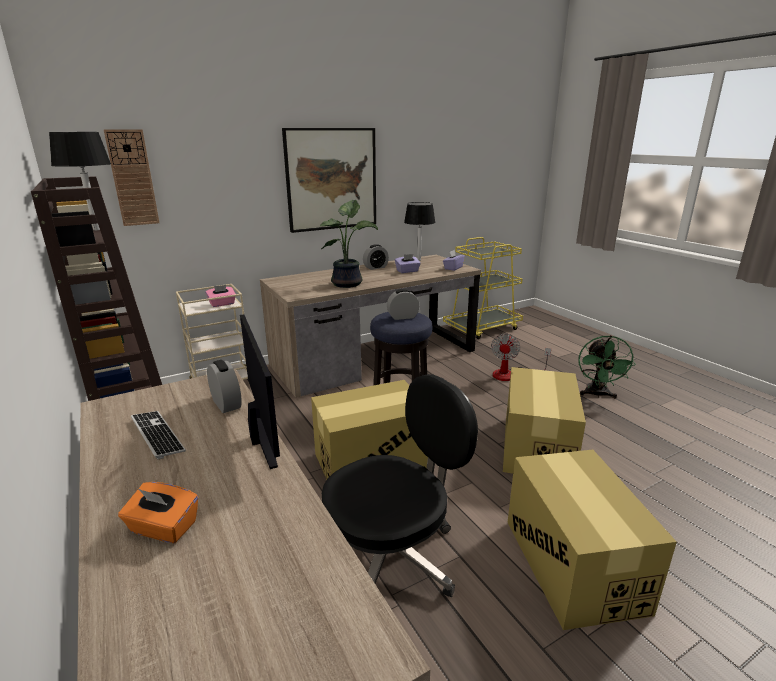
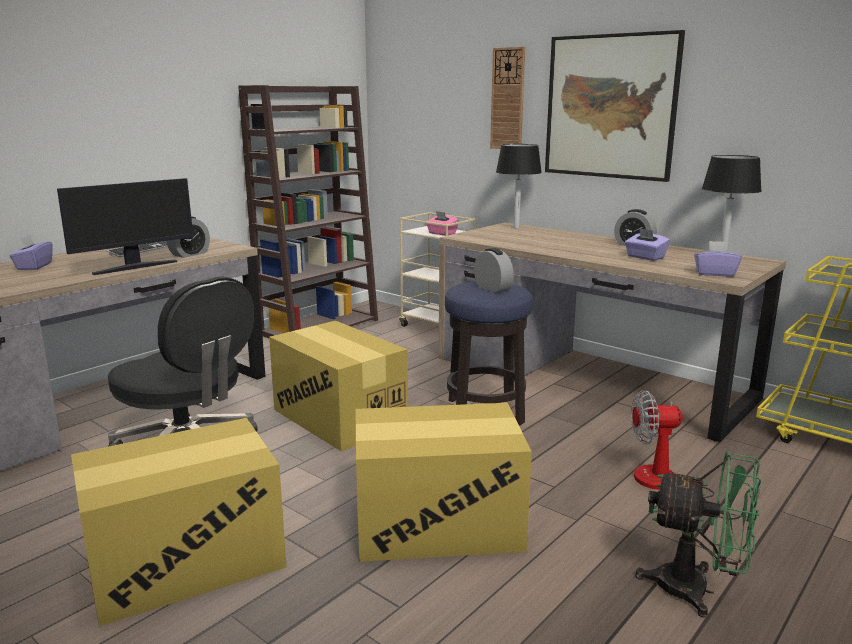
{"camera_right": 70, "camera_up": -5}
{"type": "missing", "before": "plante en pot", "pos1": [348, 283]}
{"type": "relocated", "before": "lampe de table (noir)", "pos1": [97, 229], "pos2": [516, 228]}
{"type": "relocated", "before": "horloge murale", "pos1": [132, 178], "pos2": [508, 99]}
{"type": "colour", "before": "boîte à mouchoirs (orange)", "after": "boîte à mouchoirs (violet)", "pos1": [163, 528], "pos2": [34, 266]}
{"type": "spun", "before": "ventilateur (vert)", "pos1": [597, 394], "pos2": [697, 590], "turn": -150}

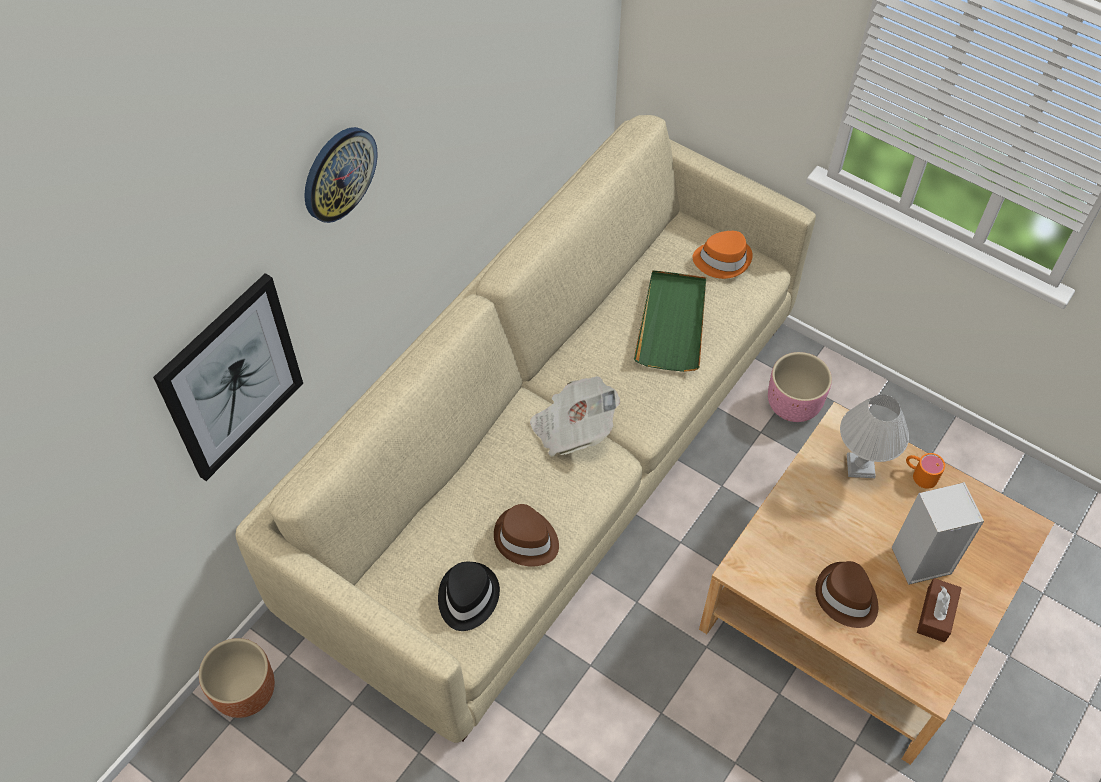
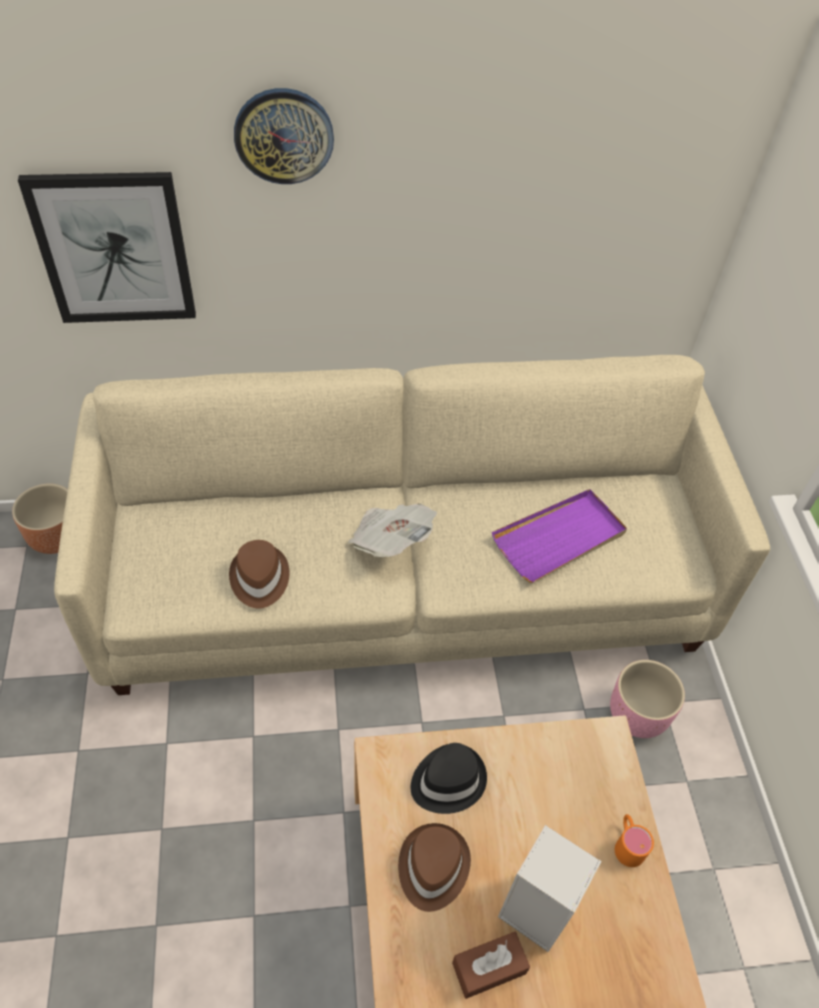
{"camera_right": 45, "camera_up": -5}
{"type": "missing", "before": "chapeau (orange)", "pos1": [722, 259]}
{"type": "missing", "before": "lampe de table (blanc)", "pos1": [859, 466]}
{"type": "relocated", "before": "chapeau (noir)", "pos1": [467, 597], "pos2": [447, 780]}
{"type": "colour", "before": "plateau (vert)", "after": "plateau (violet)", "pos1": [672, 323], "pos2": [559, 538]}

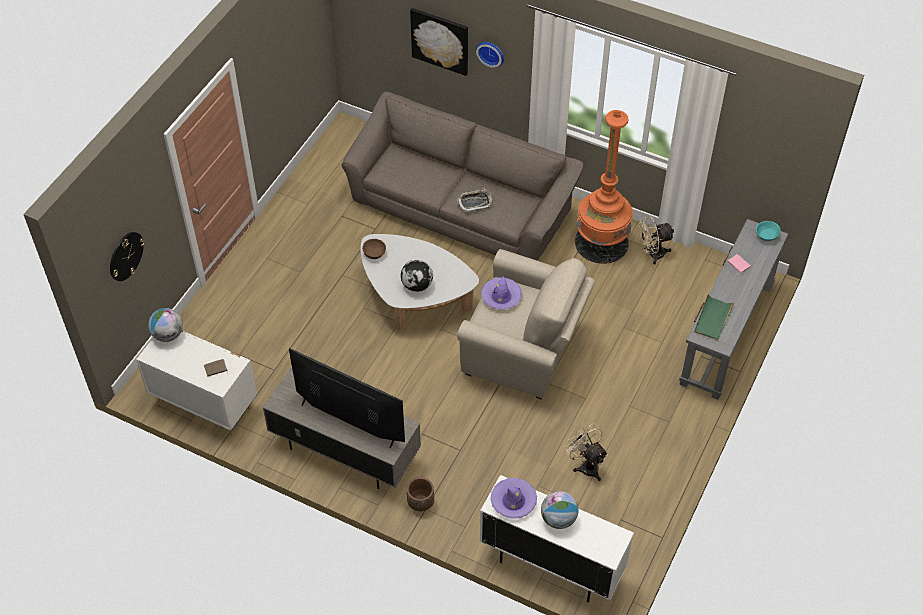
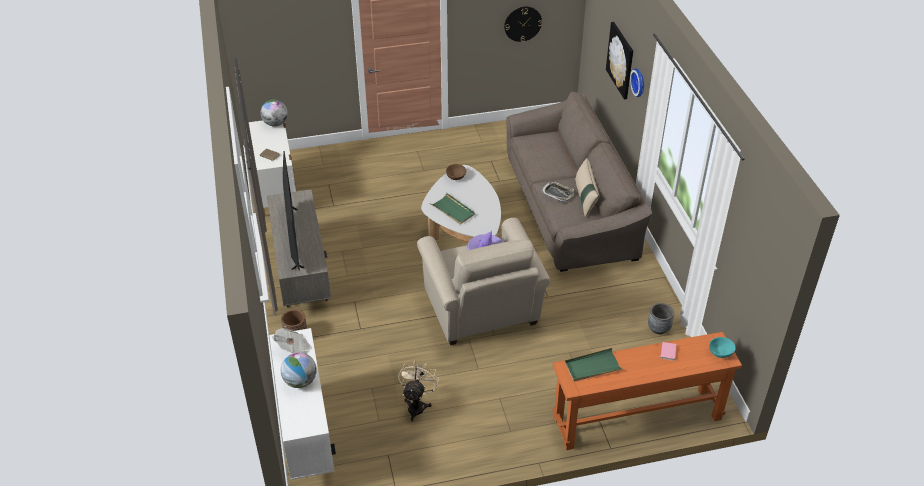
{"camera_right": 50, "camera_up": -10}
{"type": "missing", "before": "lampadaire (orange)", "pos1": [601, 242]}
{"type": "appeared", "after": "coussin (beige)", "pos2": [585, 198]}
{"type": "relocated", "before": "horloge murale", "pos1": [125, 256], "pos2": [522, 23]}
{"type": "exchanged", "before": "globe", "after": "plateau (vert)", "pos1": [417, 285], "pos2": [453, 210]}
{"type": "exchanged", "before": "chapeau (violet)", "after": "journal", "pos1": [513, 501], "pos2": [293, 348]}
{"type": "exchanged", "before": "ventilateur (beige)", "after": "cache-pot (gris)", "pos1": [652, 254], "pos2": [659, 328]}
{"type": "colour", "before": "table console (gris)", "after": "table console (orange)", "pos1": [726, 334], "pos2": [637, 418]}

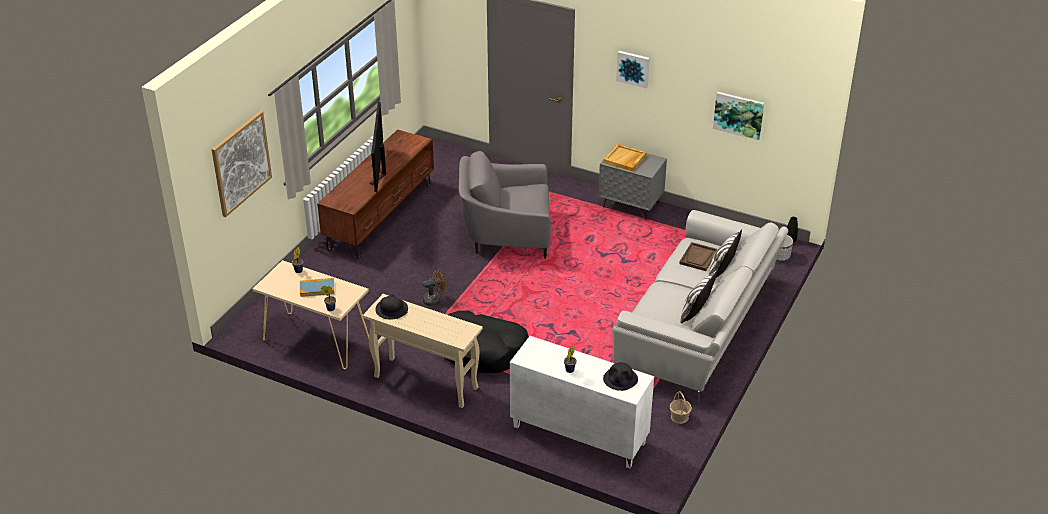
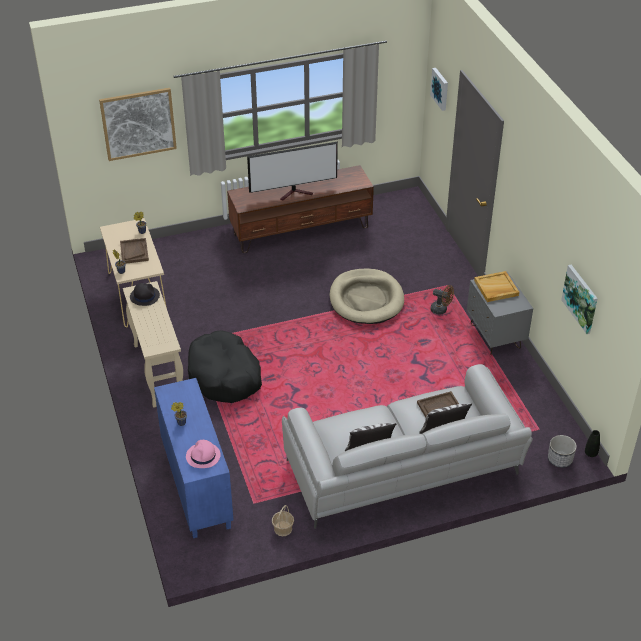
{"camera_right": 45, "camera_up": 5}
{"type": "relocated", "before": "ventilateur (marron)", "pos1": [434, 299], "pos2": [441, 310]}
{"type": "relocated", "before": "tableau", "pos1": [633, 68], "pos2": [440, 88]}
{"type": "exchanged", "before": "livre", "after": "plateau (marron)", "pos1": [317, 288], "pos2": [134, 252]}
{"type": "exchanged", "before": "fauteuil (gris)", "after": "panier pour chien (beige)", "pos1": [506, 235], "pos2": [366, 299]}
{"type": "colour", "before": "meuble de rangement (blanc)", "after": "meuble de rangement (bleu)", "pos1": [578, 435], "pos2": [196, 485]}
{"type": "colour", "before": "chapeau (noir)", "after": "chapeau (rose)", "pos1": [620, 379], "pos2": [203, 456]}
{"type": "spun", "before": "téléviseur", "pos1": [379, 175], "pos2": [296, 193], "turn": -150}

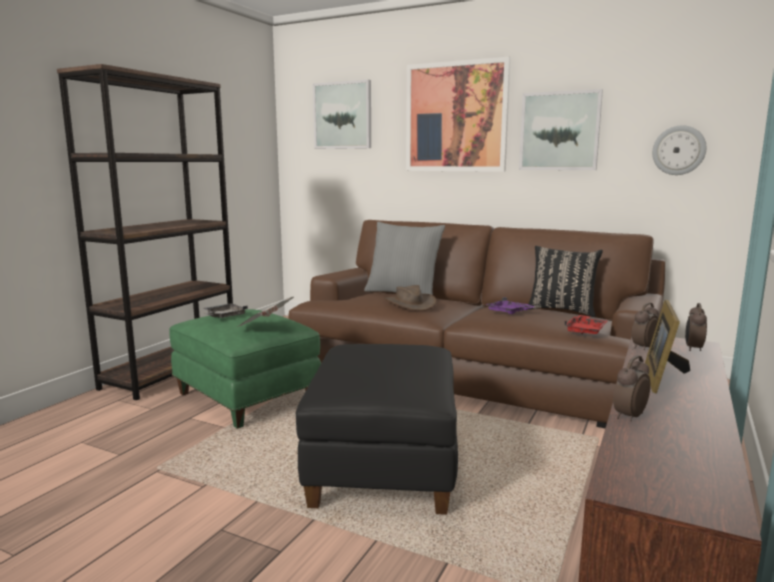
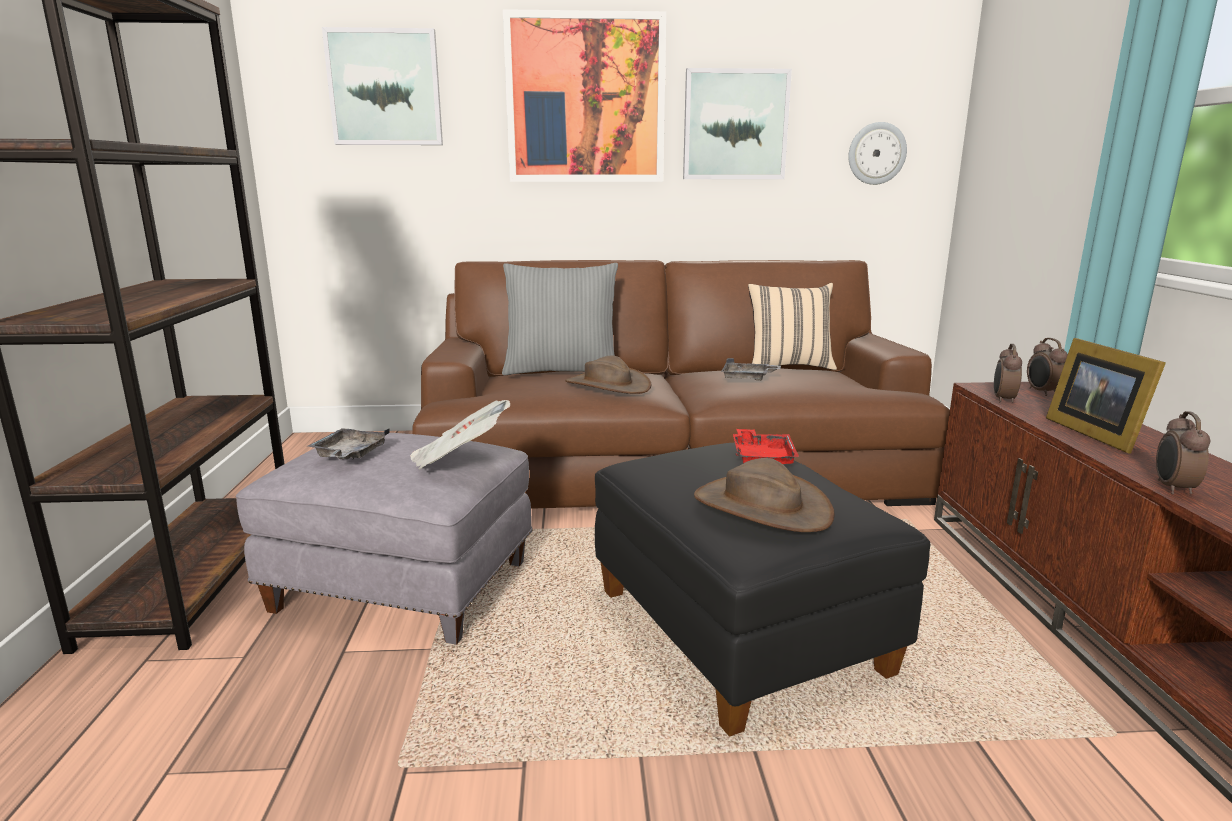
{"camera_right": -30, "camera_up": 5}
{"type": "appeared", "after": "chapeau (marron)", "pos2": [761, 506]}
{"type": "relocated", "before": "plateau (rouge)", "pos1": [585, 331], "pos2": [762, 457]}
{"type": "colour", "before": "pouf (vert)", "after": "pouf (gris)", "pos1": [248, 397], "pos2": [405, 585]}
{"type": "colour", "before": "plateau (violet)", "after": "plateau (gris)", "pos1": [508, 312], "pos2": [747, 378]}
{"type": "colour", "before": "coussin (noir)", "after": "coussin (beige)", "pos1": [562, 310], "pos2": [788, 366]}

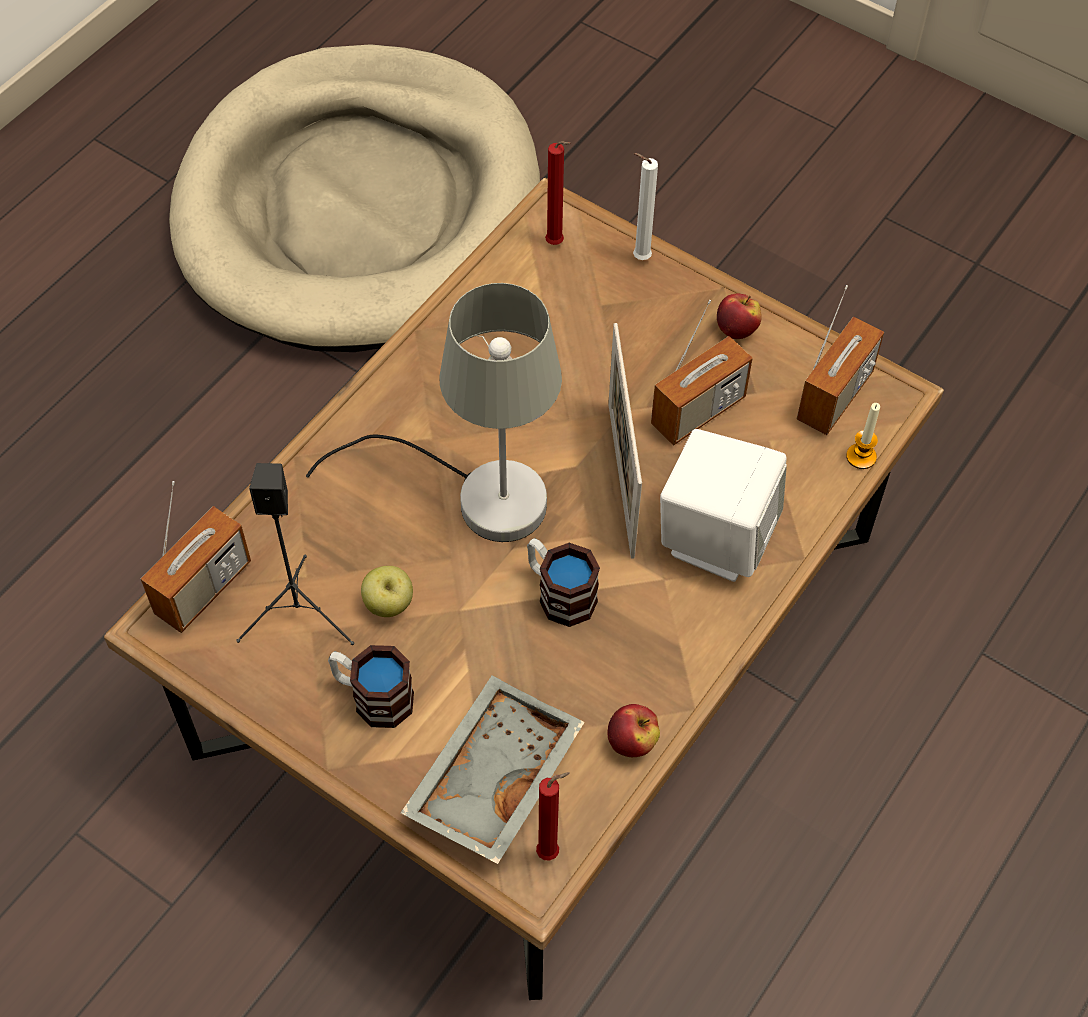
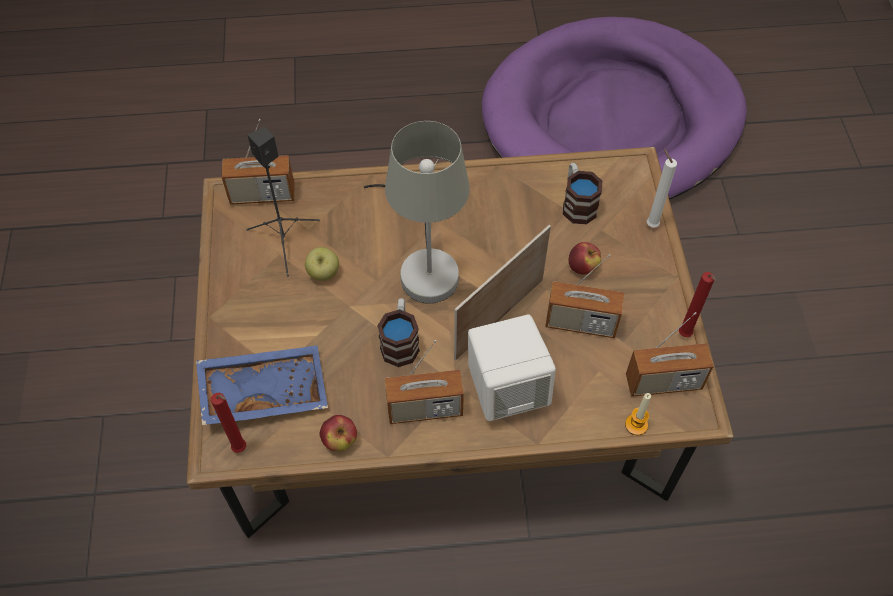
{"camera_right": 50, "camera_up": 0}
{"type": "appeared", "after": "radio", "pos2": [425, 409]}
{"type": "relocated", "before": "mug", "pos1": [372, 696], "pos2": [576, 204]}
{"type": "relocated", "before": "bougie (rouge)", "pos1": [557, 244], "pos2": [685, 336]}
{"type": "relocated", "before": "pomme", "pos1": [736, 329], "pos2": [583, 267]}
{"type": "colour", "before": "panier pour chien (beige)", "after": "panier pour chien (violet)", "pos1": [360, 208], "pos2": [611, 119]}
{"type": "colour", "before": "plateau (gris)", "after": "plateau (bleu)", "pos1": [491, 776], "pos2": [264, 390]}

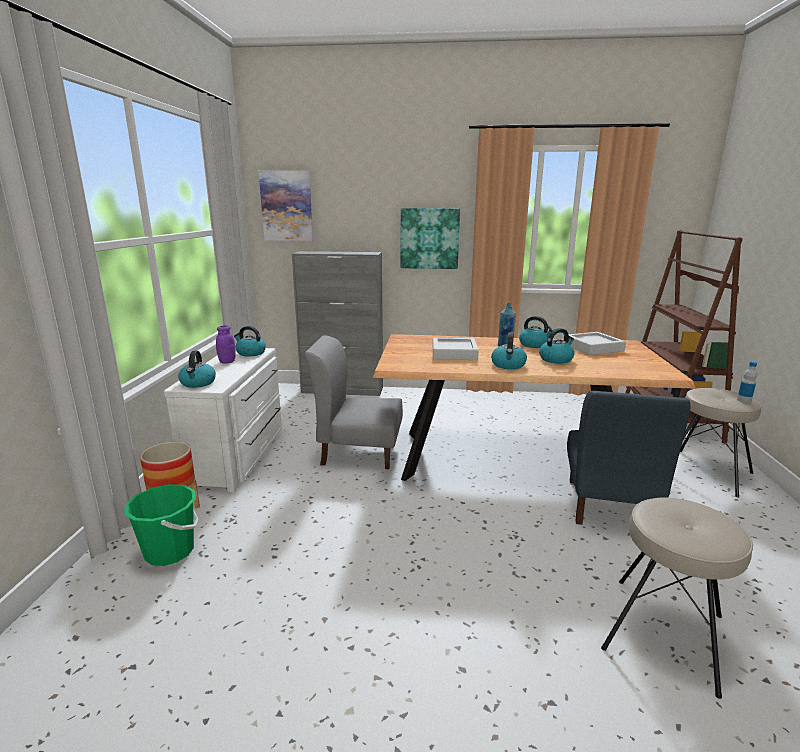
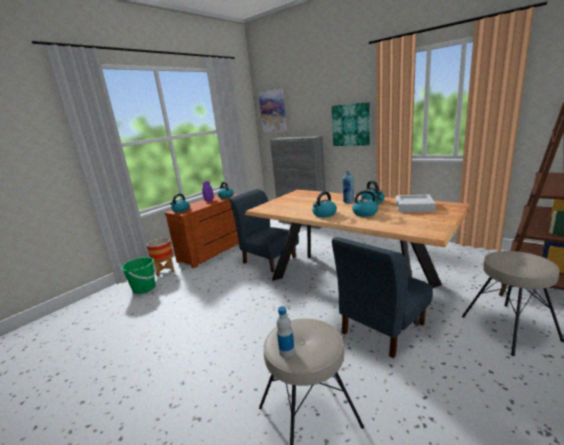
{"camera_right": 35, "camera_up": 0}
{"type": "missing", "before": "plateau (gris)", "pos1": [454, 353]}
{"type": "relocated", "before": "bouteille", "pos1": [744, 400], "pos2": [287, 352]}
{"type": "colour", "before": "commode (blanc)", "after": "commode (marron)", "pos1": [240, 455], "pos2": [215, 251]}
{"type": "colour", "before": "chaise (gris)", "after": "chaise (bleu)", "pos1": [359, 452], "pos2": [269, 259]}

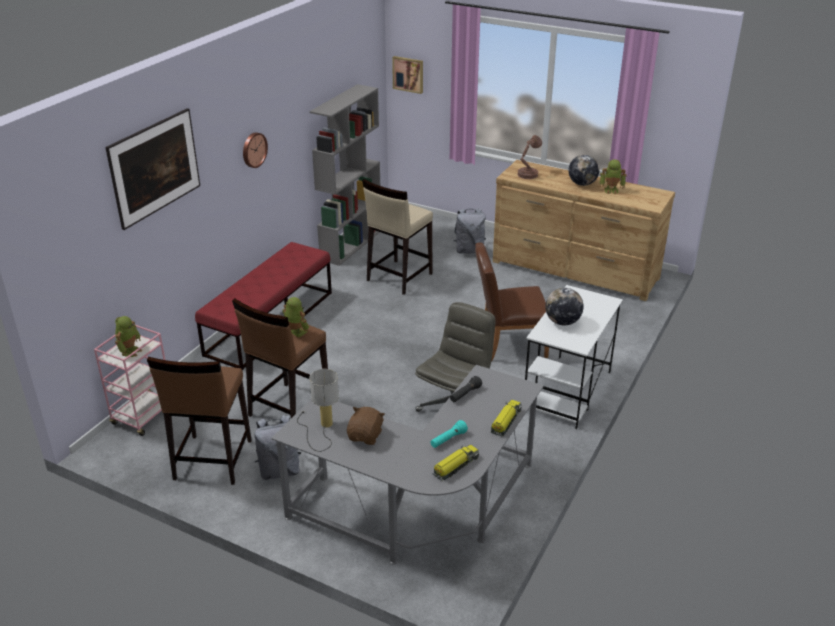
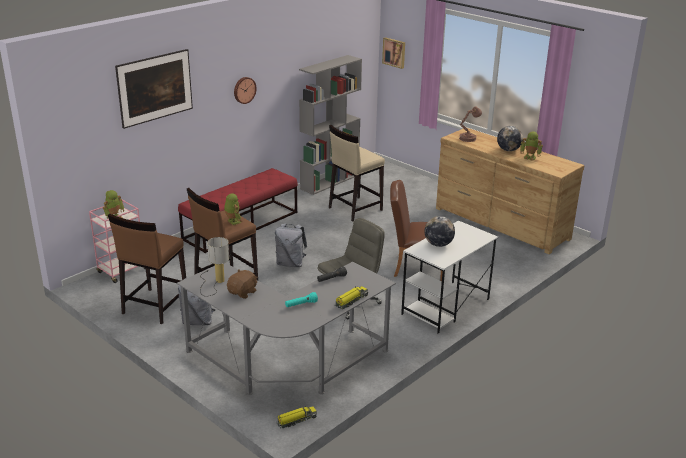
{"camera_right": 15, "camera_up": -5}
{"type": "relocated", "before": "camion jouet", "pos1": [455, 466], "pos2": [296, 420]}
{"type": "relocated", "before": "sac à dos (gris)", "pos1": [469, 250], "pos2": [290, 263]}

